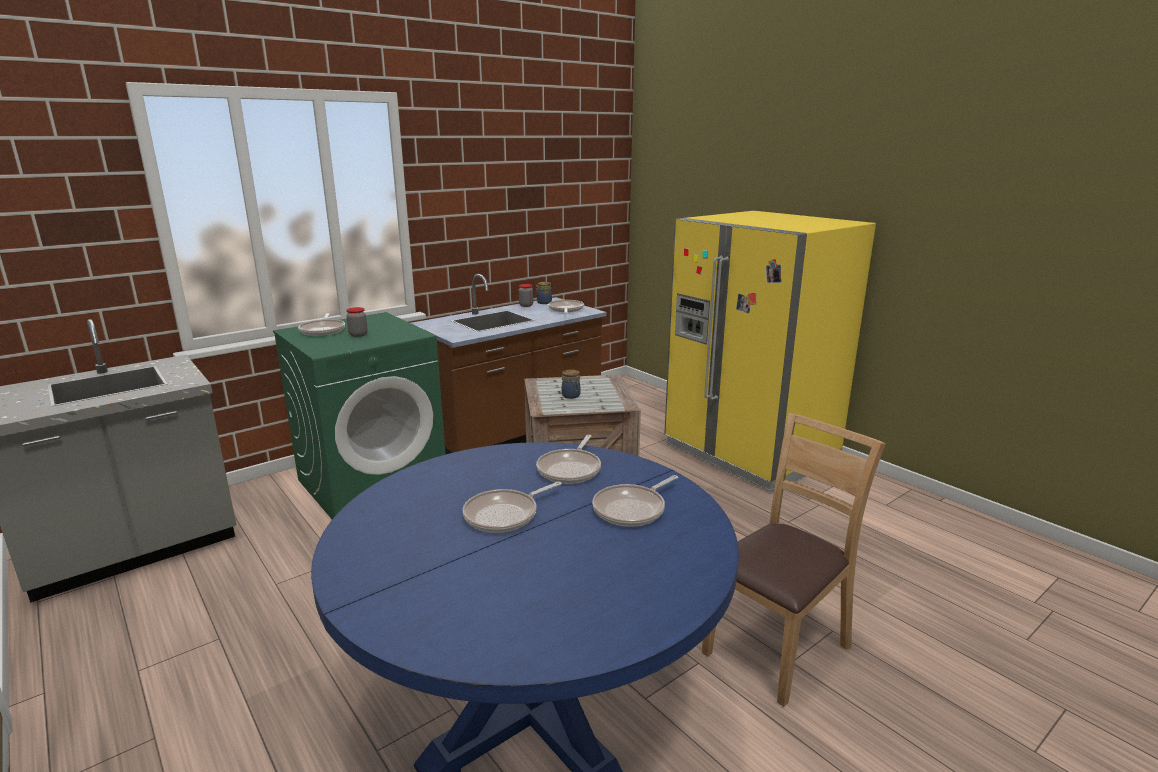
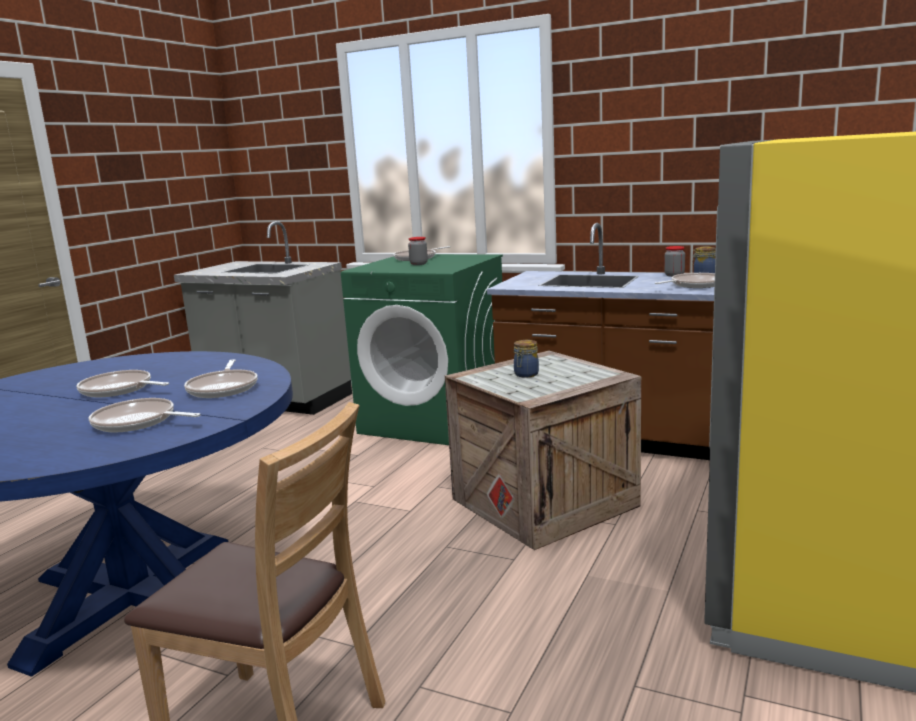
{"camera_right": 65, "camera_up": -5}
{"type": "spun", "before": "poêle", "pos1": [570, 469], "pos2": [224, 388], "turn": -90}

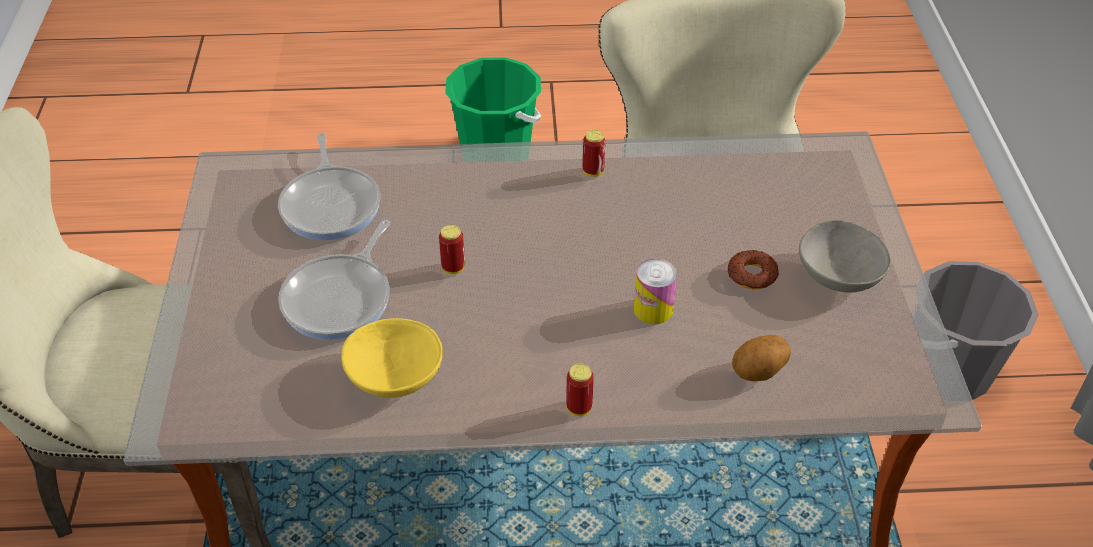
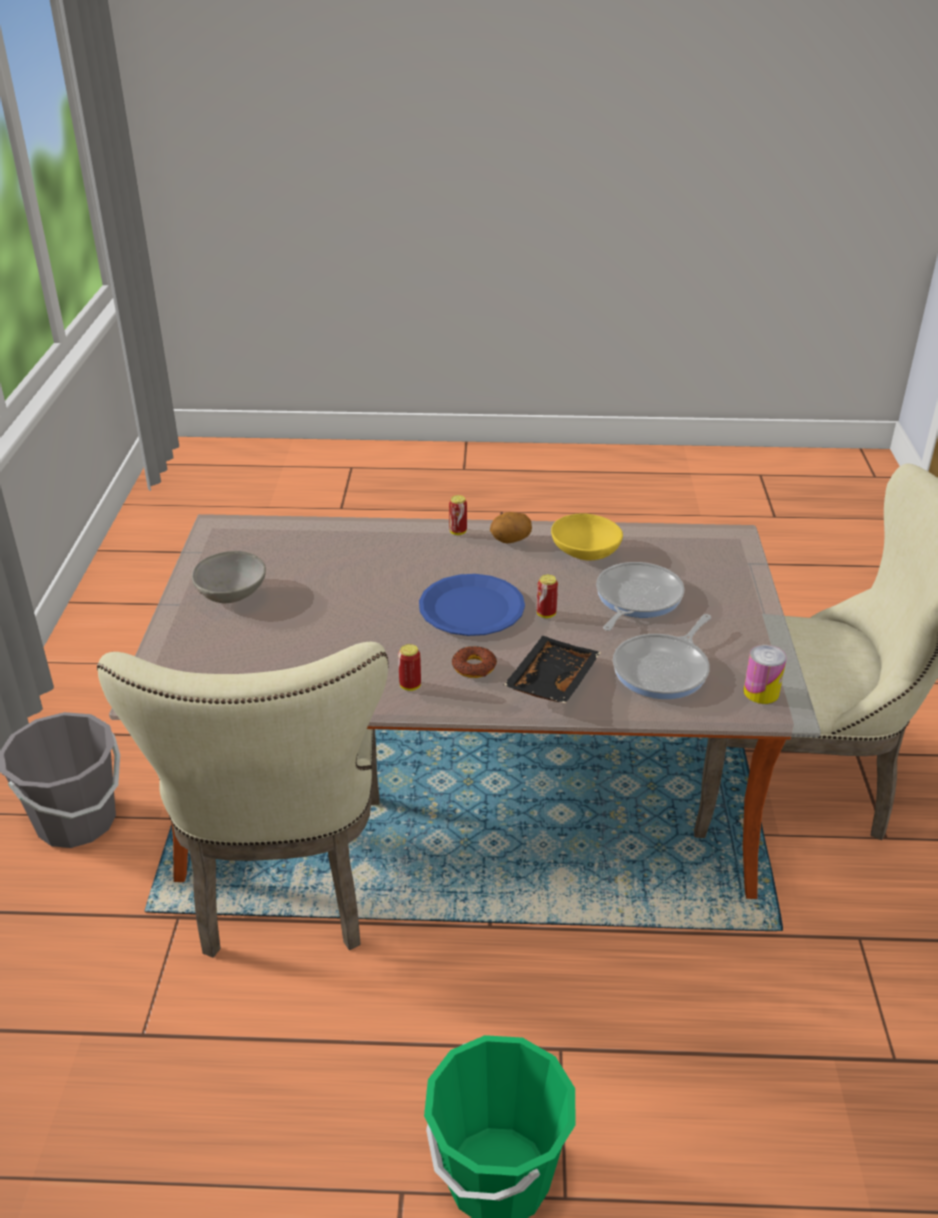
{"camera_right": -175, "camera_up": -10}
{"type": "appeared", "after": "assiette (bleu)", "pos2": [472, 608]}
{"type": "appeared", "after": "plateau (noir)", "pos2": [550, 681]}
{"type": "relocated", "before": "boîte métallique", "pos1": [653, 309], "pos2": [761, 692]}
{"type": "relocated", "before": "beignet", "pos1": [751, 274], "pos2": [474, 667]}
{"type": "relocated", "before": "pomme de terre", "pos1": [759, 372], "pos2": [510, 540]}
{"type": "spun", "before": "poêle", "pos1": [331, 204], "pos2": [664, 669], "turn": -135}

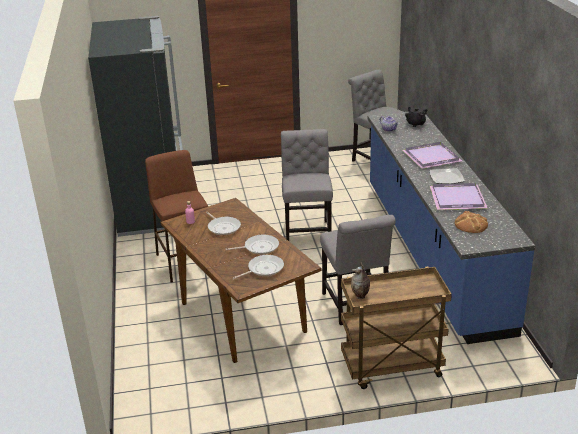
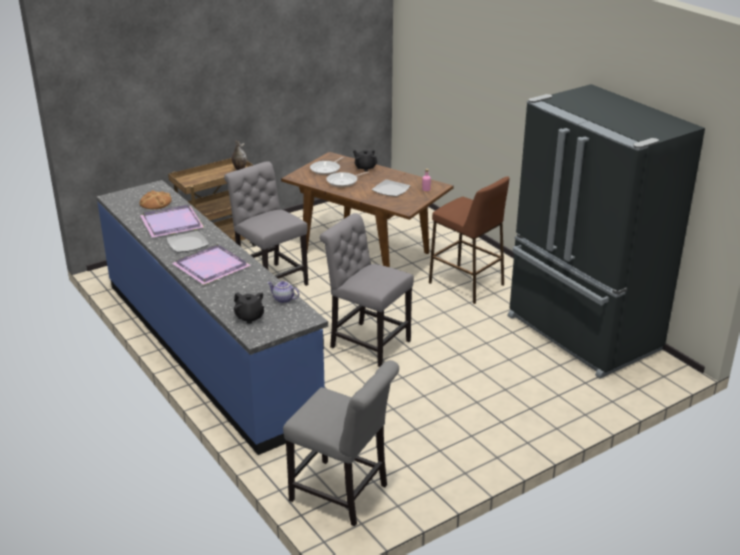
{"camera_right": 155, "camera_up": 0}
{"type": "appeared", "after": "théière (noir)", "pos2": [365, 167]}
{"type": "exchanged", "before": "poêle", "after": "assiette", "pos1": [223, 227], "pos2": [391, 190]}
{"type": "spun", "before": "chaise (gris)", "pos1": [307, 232], "pos2": [366, 343], "turn": 150}

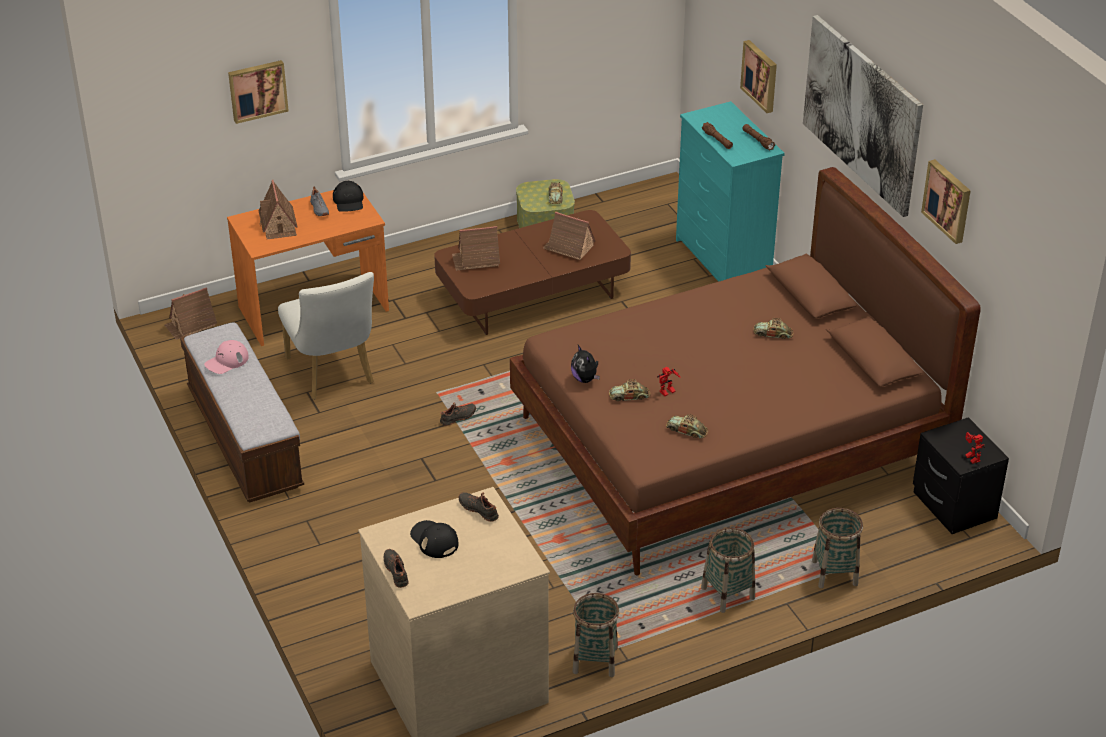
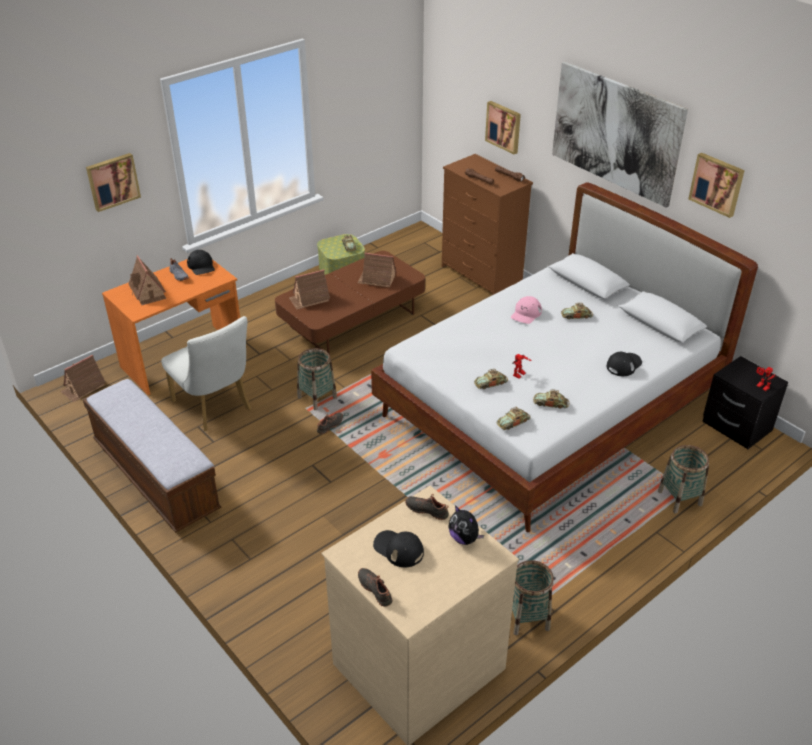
{"camera_right": -15, "camera_up": 0}
{"type": "appeared", "after": "petite voiture", "pos2": [513, 422]}
{"type": "appeared", "after": "casquette (noir)", "pos2": [624, 365]}
{"type": "relocated", "before": "casquette (rose)", "pos1": [226, 361], "pos2": [526, 314]}
{"type": "relocated", "before": "peluche", "pos1": [585, 379], "pos2": [464, 538]}
{"type": "relocated", "before": "panier", "pos1": [727, 593], "pos2": [317, 397]}
{"type": "colour", "before": "lit (marron)", "after": "lit (blanc)", "pos1": [729, 445], "pos2": [549, 409]}
{"type": "colour", "before": "commode (turquoise)", "after": "commode (marron)", "pos1": [722, 260], "pos2": [481, 275]}

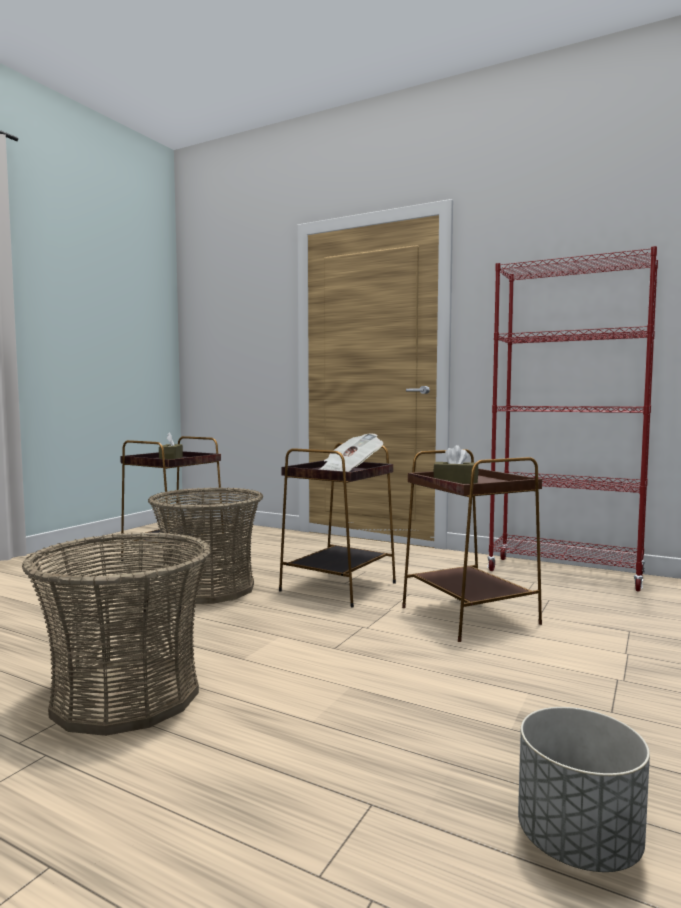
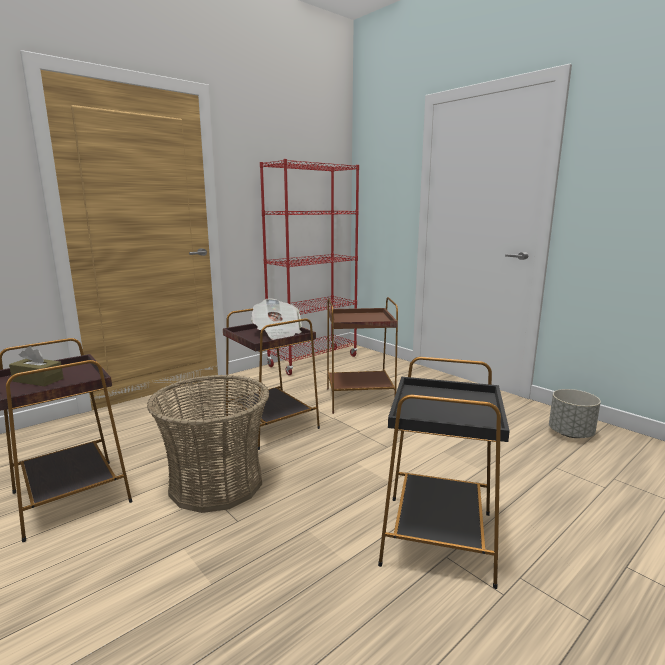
{"camera_right": -70, "camera_up": 10}
{"type": "missing", "before": "boîte à mouchoirs (marron)", "pos1": [455, 481]}
{"type": "exchanged", "before": "panier", "after": "table d'appoint (noir)", "pos1": [126, 696], "pos2": [437, 539]}

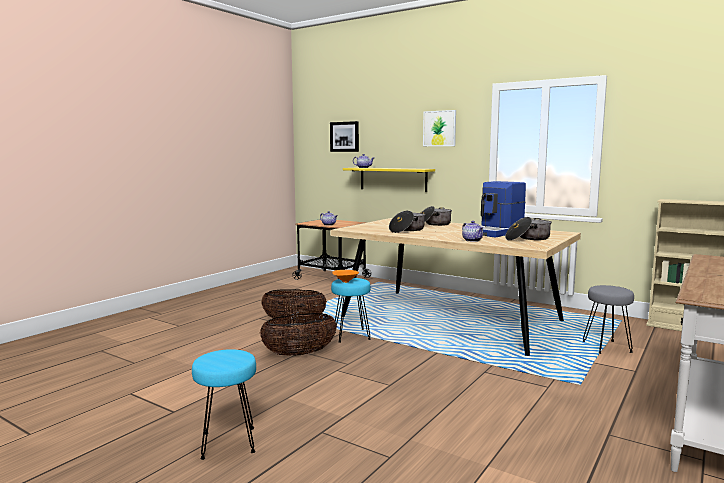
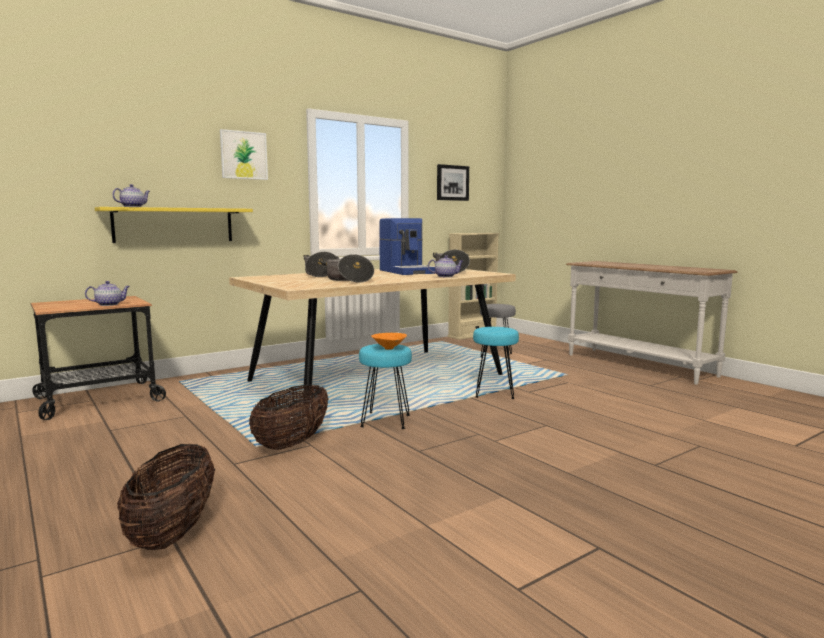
{"camera_right": -70, "camera_up": 0}
{"type": "relocated", "before": "tabouret (turquoise)", "pos1": [227, 443], "pos2": [494, 393]}
{"type": "relocated", "before": "panier", "pos1": [299, 354], "pos2": [172, 532]}
{"type": "relocated", "before": "tableau", "pos1": [344, 136], "pos2": [452, 183]}

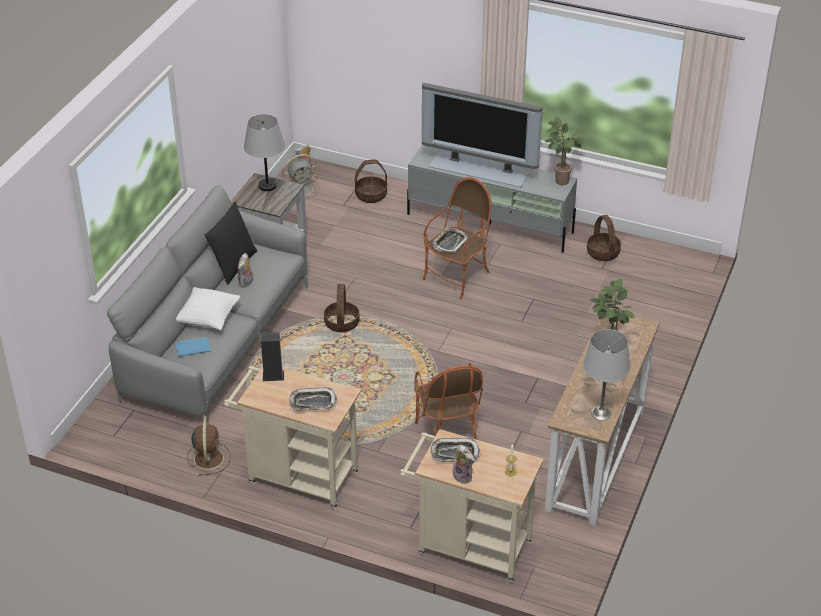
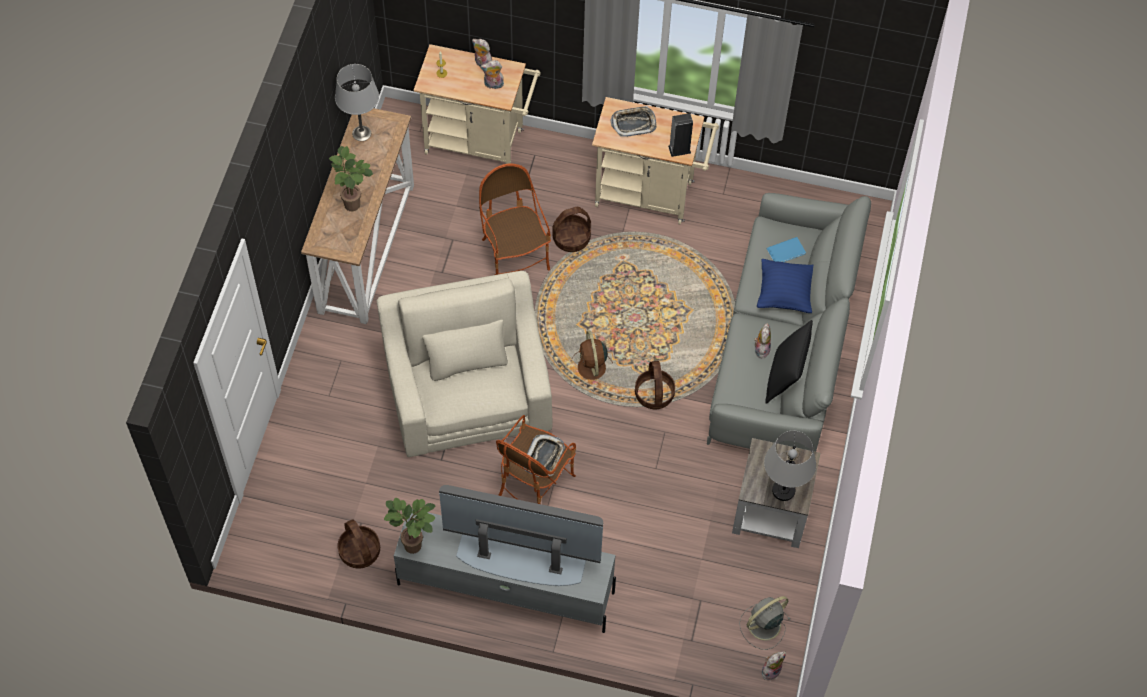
{"camera_right": 170, "camera_up": 20}
{"type": "appeared", "after": "fauteuil (beige)", "pos2": [467, 391]}
{"type": "relocated", "before": "ventilateur (marron)", "pos1": [209, 458], "pos2": [592, 369]}
{"type": "relocated", "before": "panier", "pos1": [371, 195], "pos2": [571, 238]}
{"type": "exchanged", "before": "plateau", "after": "peluche", "pos1": [454, 454], "pos2": [493, 85]}
{"type": "colour", "before": "coussin (blanc)", "after": "coussin (bleu)", "pos1": [208, 319], "pos2": [784, 294]}

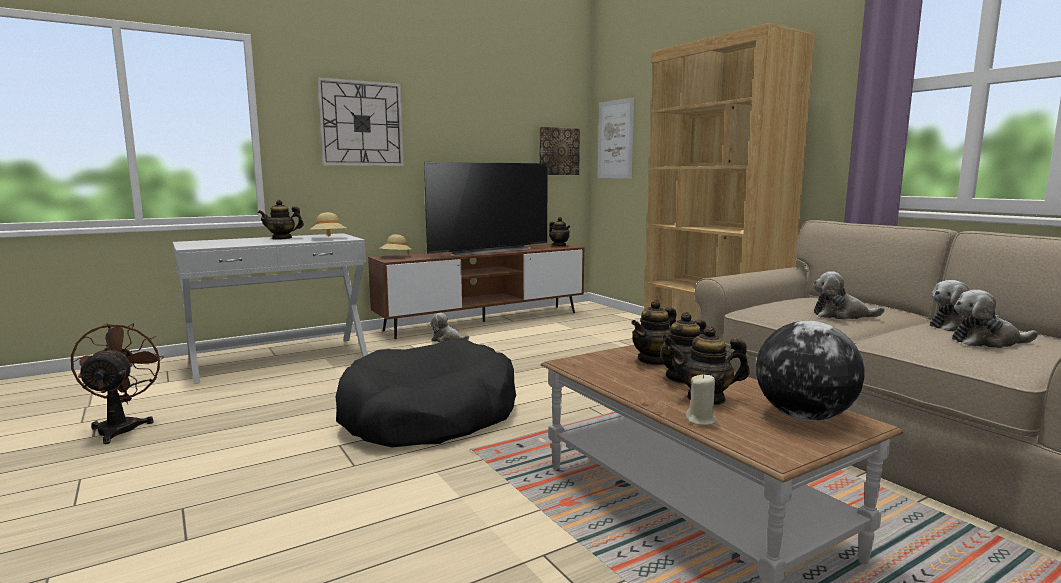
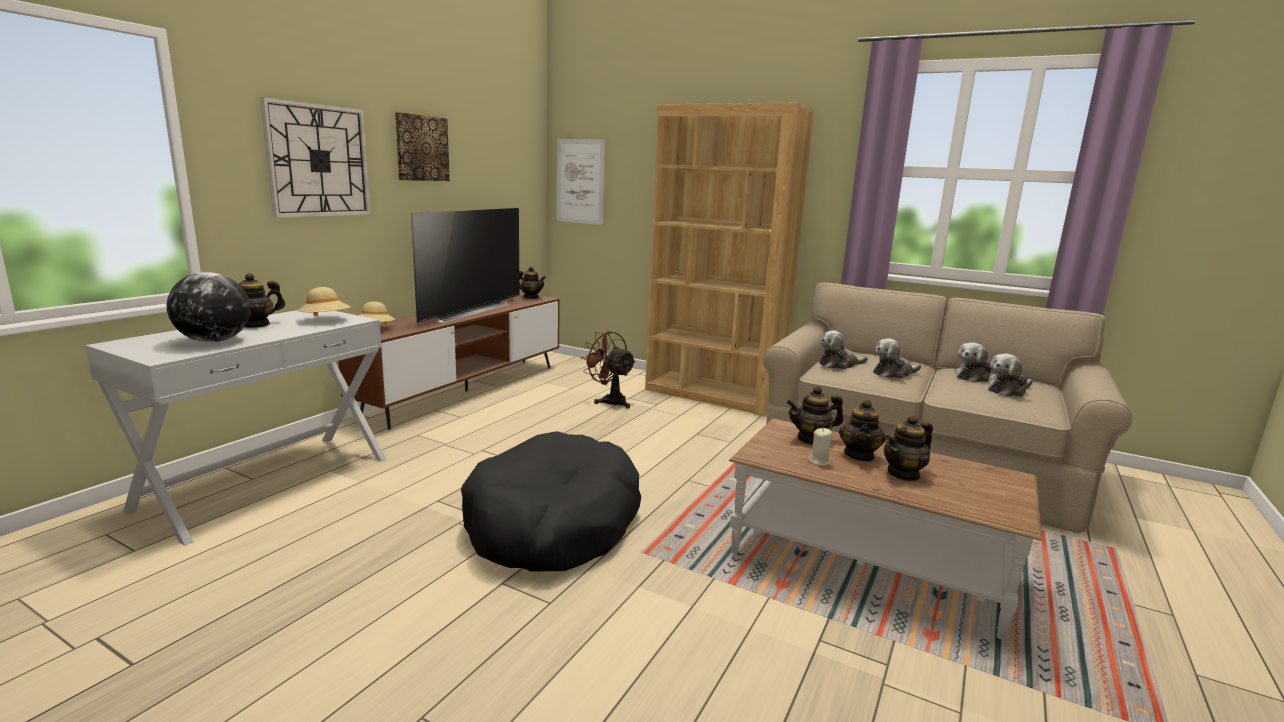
{"camera_right": -30, "camera_up": 5}
{"type": "relocated", "before": "ventilateur (marron)", "pos1": [121, 427], "pos2": [610, 400]}
{"type": "relocated", "before": "peluche", "pos1": [447, 340], "pos2": [839, 365]}
{"type": "relocated", "before": "tableau", "pos1": [558, 151], "pos2": [421, 148]}
{"type": "relocated", "before": "bougie (beige)", "pos1": [701, 420], "pos2": [819, 461]}
{"type": "relocated", "before": "globe", "pos1": [804, 416], "pos2": [214, 341]}
{"type": "spun", "before": "théière", "pos1": [654, 360], "pos2": [811, 439], "turn": 60}

